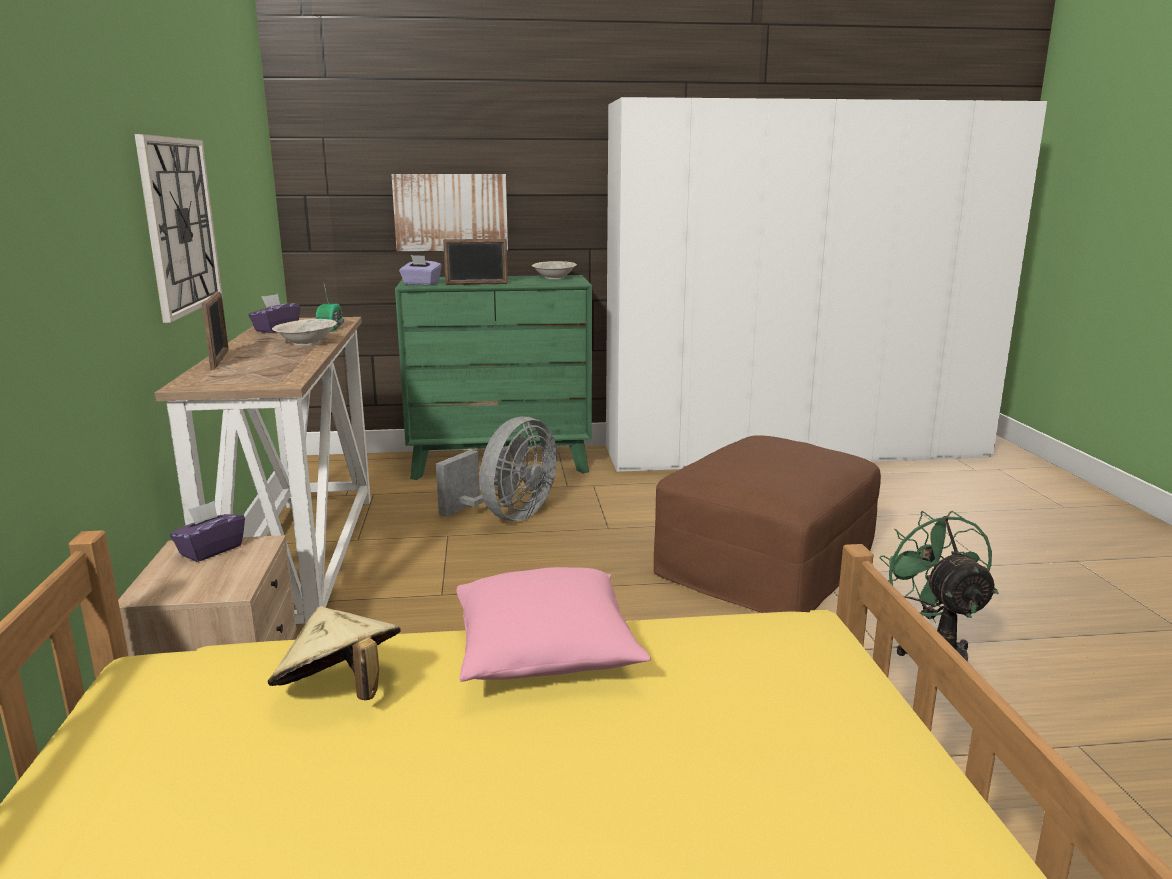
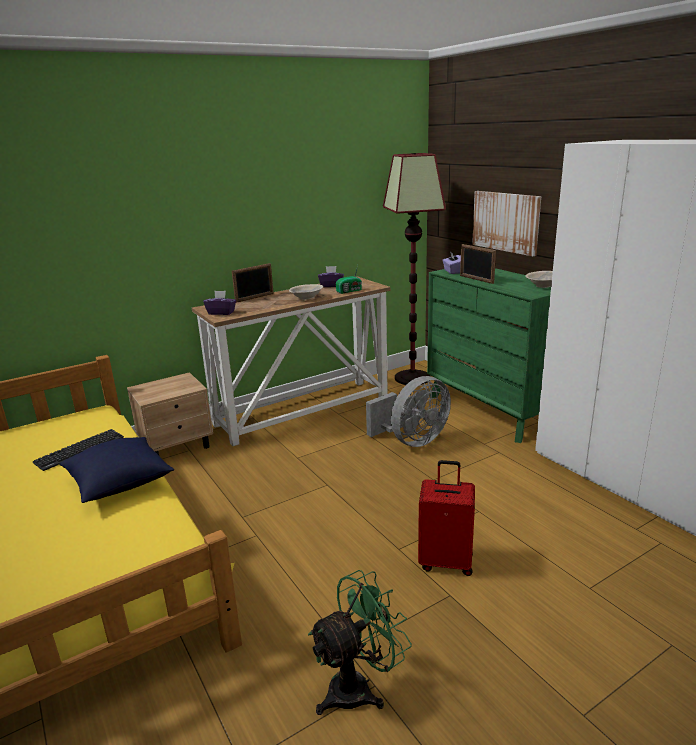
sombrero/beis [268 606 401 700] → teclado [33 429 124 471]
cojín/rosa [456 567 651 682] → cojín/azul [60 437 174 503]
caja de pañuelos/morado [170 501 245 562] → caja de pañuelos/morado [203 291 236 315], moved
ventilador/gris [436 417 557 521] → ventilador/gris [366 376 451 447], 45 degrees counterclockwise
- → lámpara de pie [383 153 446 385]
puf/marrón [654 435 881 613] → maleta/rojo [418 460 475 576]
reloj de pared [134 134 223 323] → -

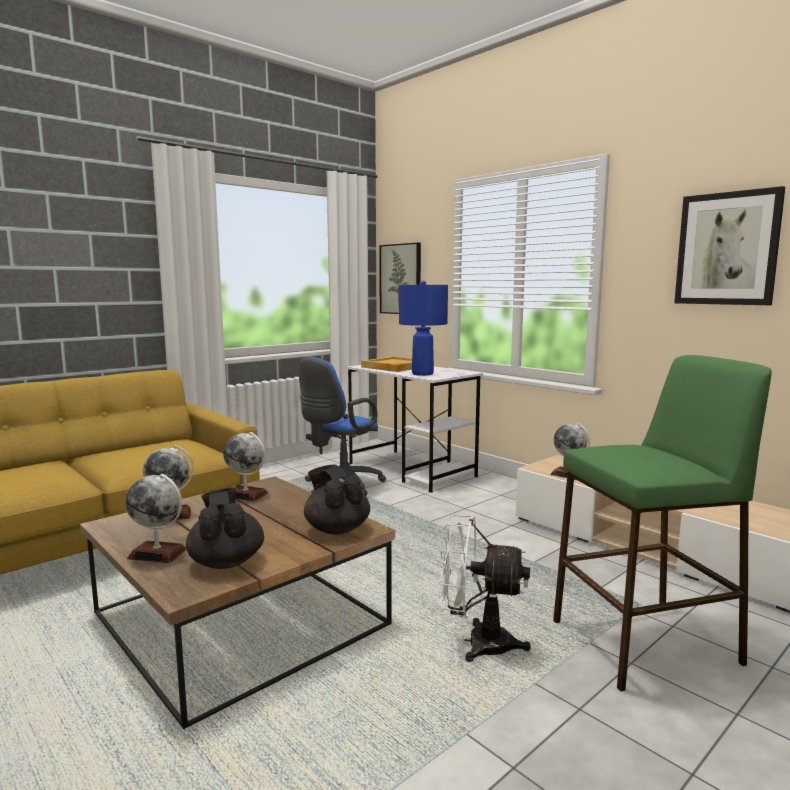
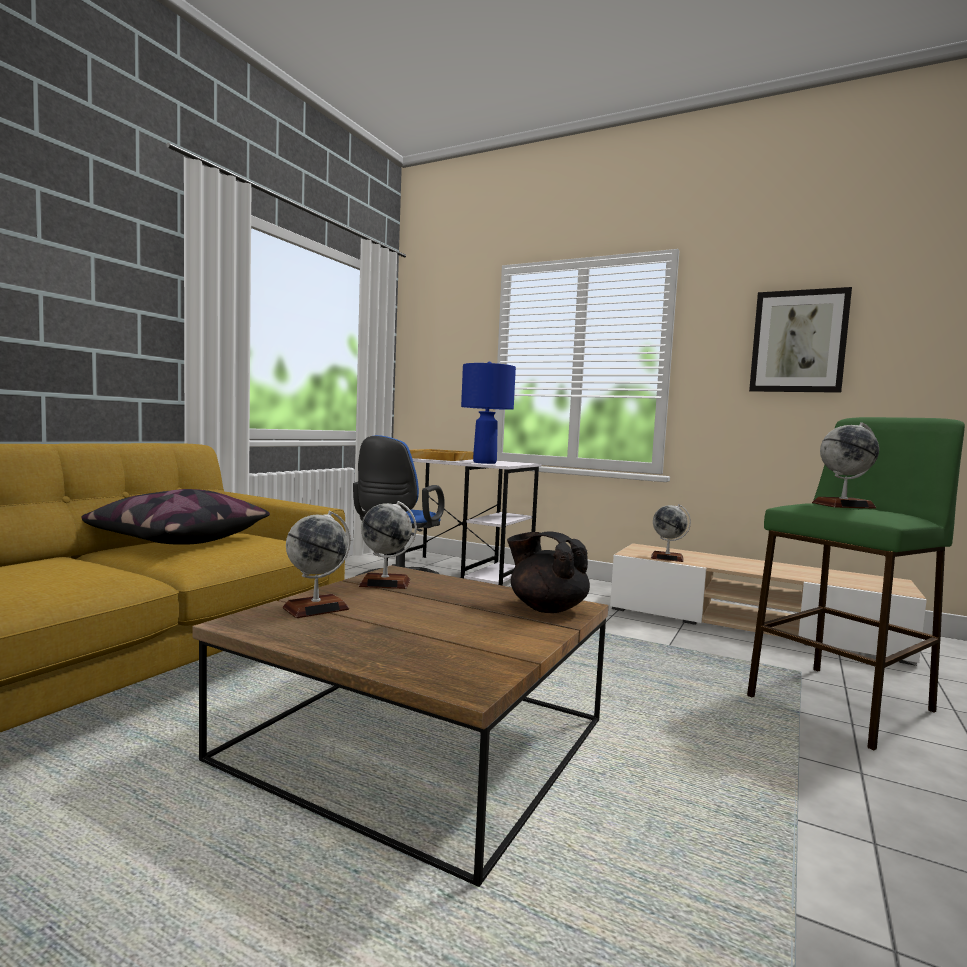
- → cojín [82 489 270 545]
globo terráqueo [125 474 187 563] → globo terráqueo [812 422 879 509], moved
tetera/negro [186 488 264 569] → -
cuadro [379 242 421 314] → -
ventilador/blanco [439 515 531 662] → -

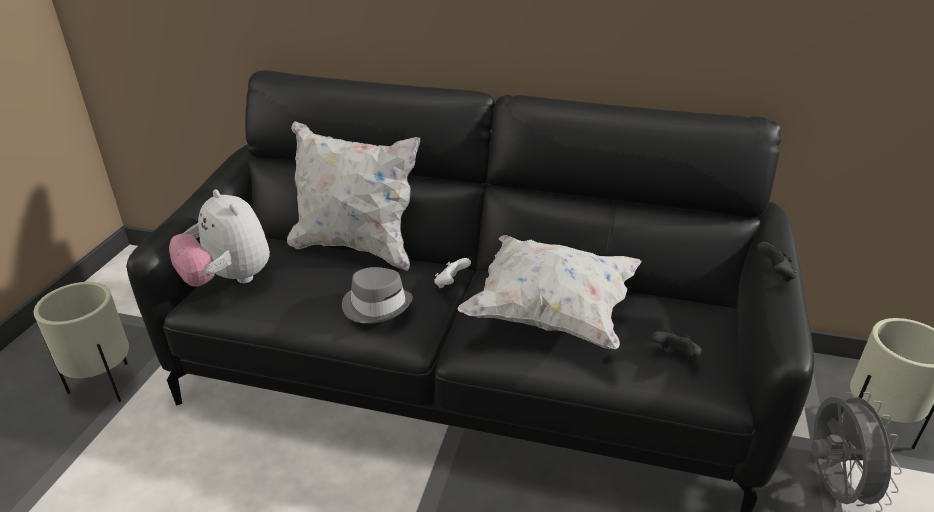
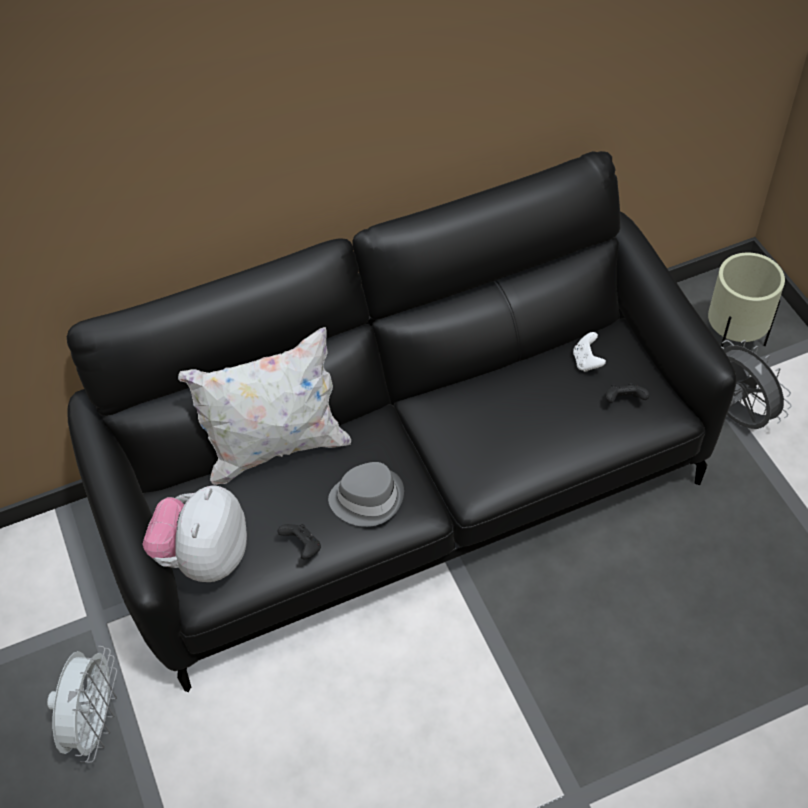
maceta/beis [34 282 129 402] → ventilador/blanco [47 646 117 763]
peluche [169 189 270 287] → peluche [142 486 247 582], 90 degrees clockwise
mando de consola/negro [757 242 796 282] → mando de consola/negro [277 524 321 559], moved
mando de consola/blanco [434 258 471 288] → mando de consola/blanco [573 332 606 372], moved
cojín/blanco [458 235 641 349] → -

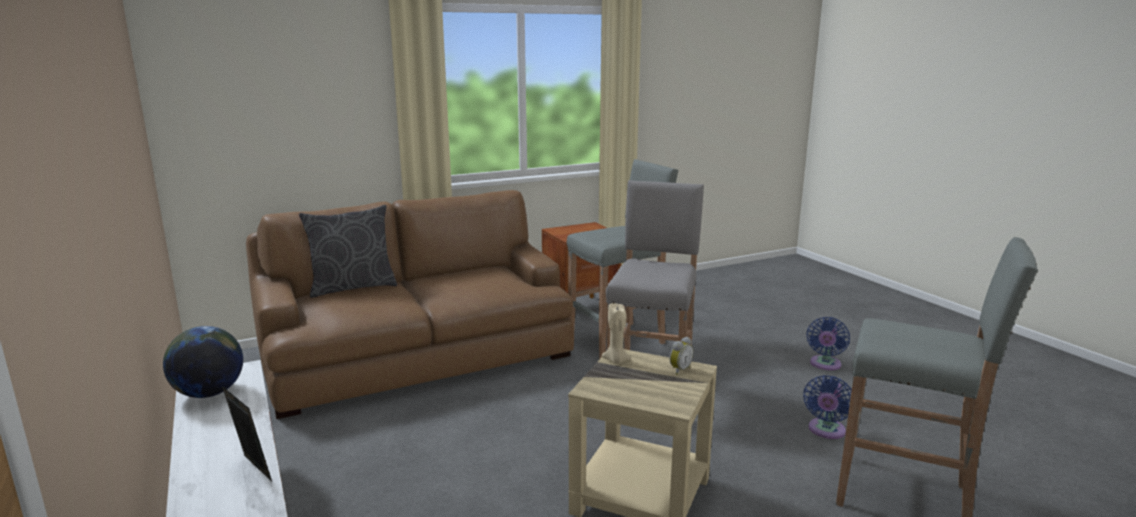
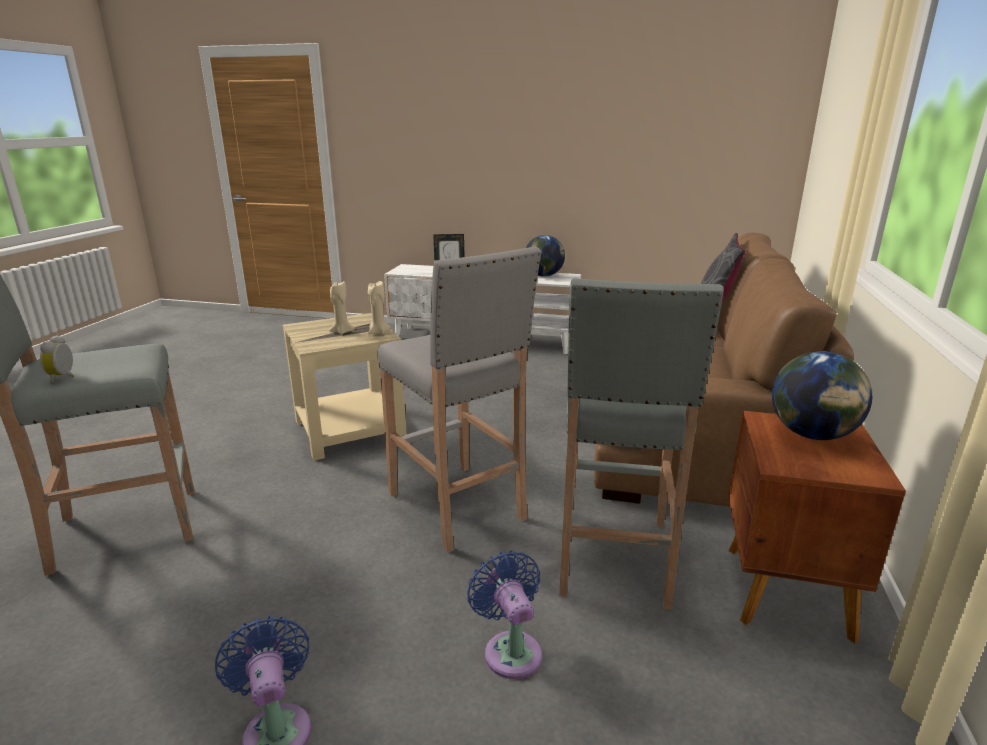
despertador [670 337 694 375] → despertador [40 335 74 383], moved
- → vela/beis [329 281 355 335]
ventilador/azul [803 375 852 439] → ventilador/azul [467 551 542 679], moved
- → globo terráqueo [772 351 872 440]

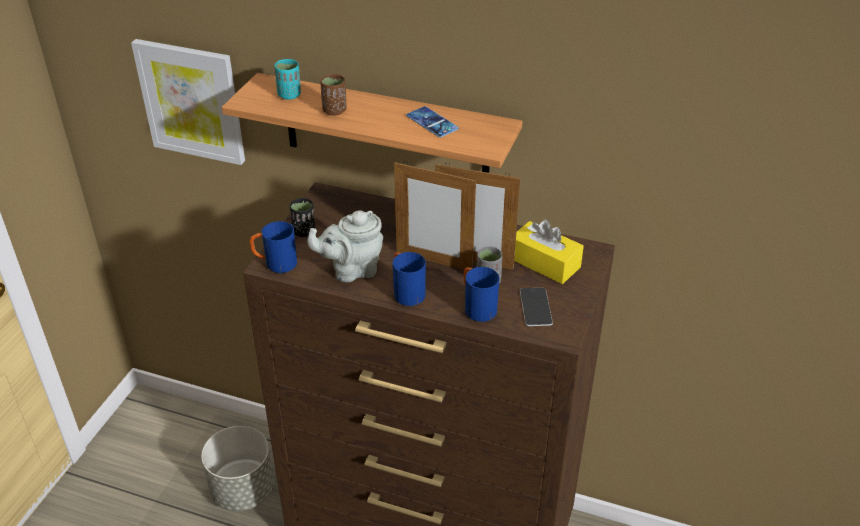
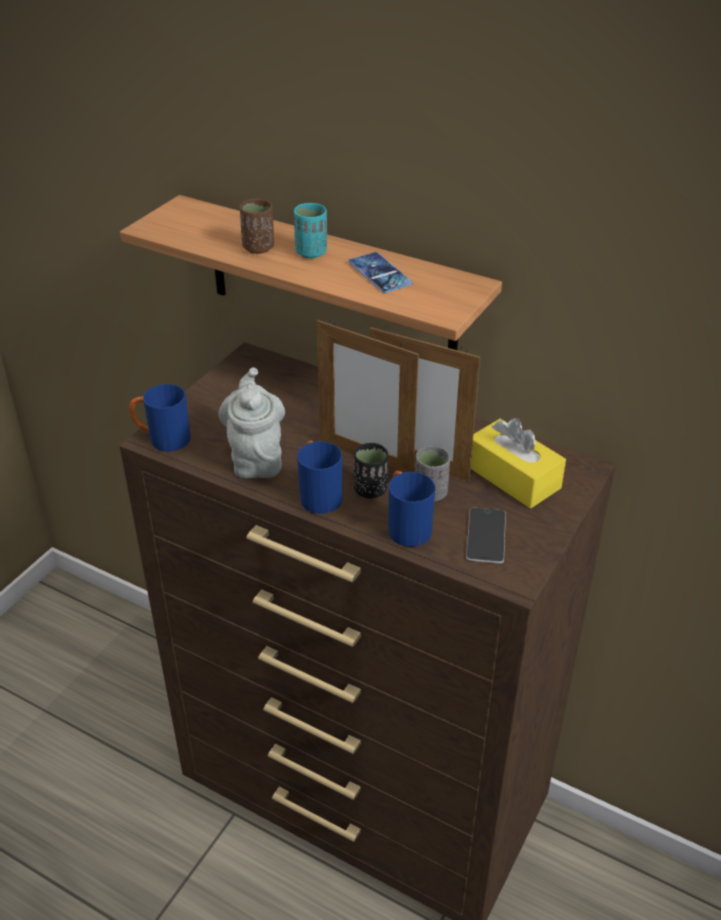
tetera/gris [307 210 383 282] → tetera/gris [218 367 285 478], 90 degrees clockwise
taza/turquesa [274 59 301 100] → taza/turquesa [294 203 327 258], moved
taza/negro [290 198 315 237] → taza/negro [354 443 388 498], moved
cuadro [131 39 245 165] → -
maceta/gris [201 426 274 511] → -

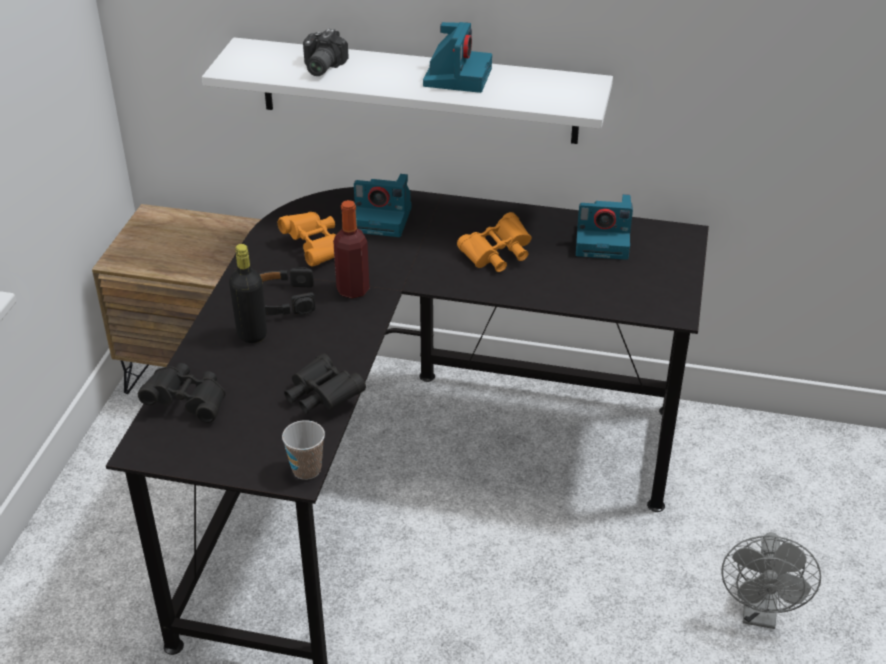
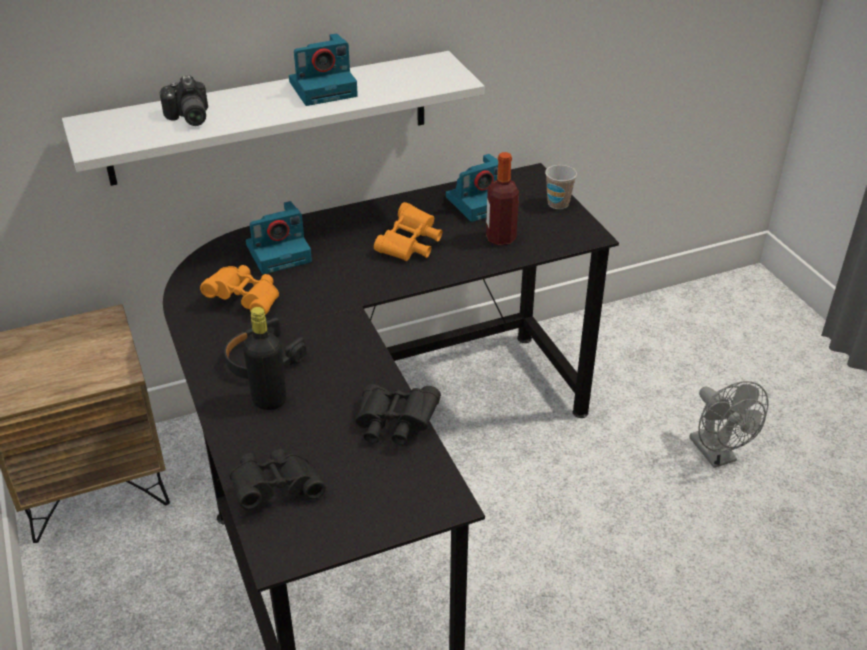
cámara [423 22 492 93] → cámara [289 33 358 106], 90 degrees clockwise
botella [333 200 370 299] → botella [486 152 519 245], moved
taza [282 420 325 480] → taza [545 165 577 209], moved

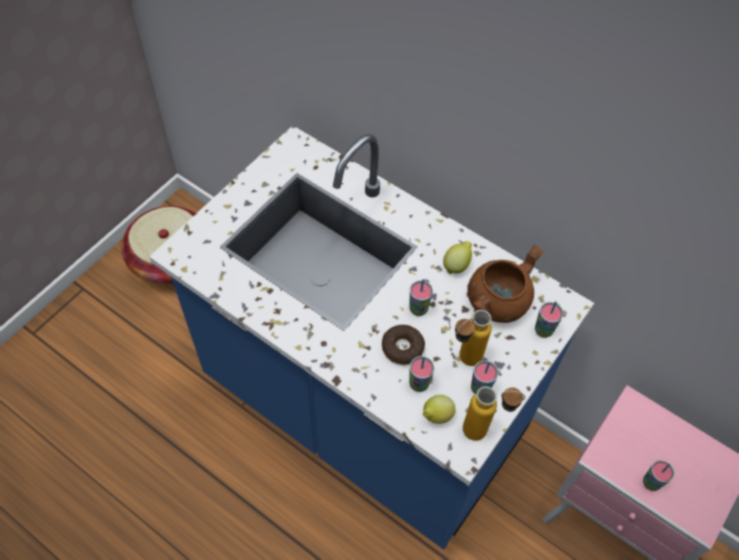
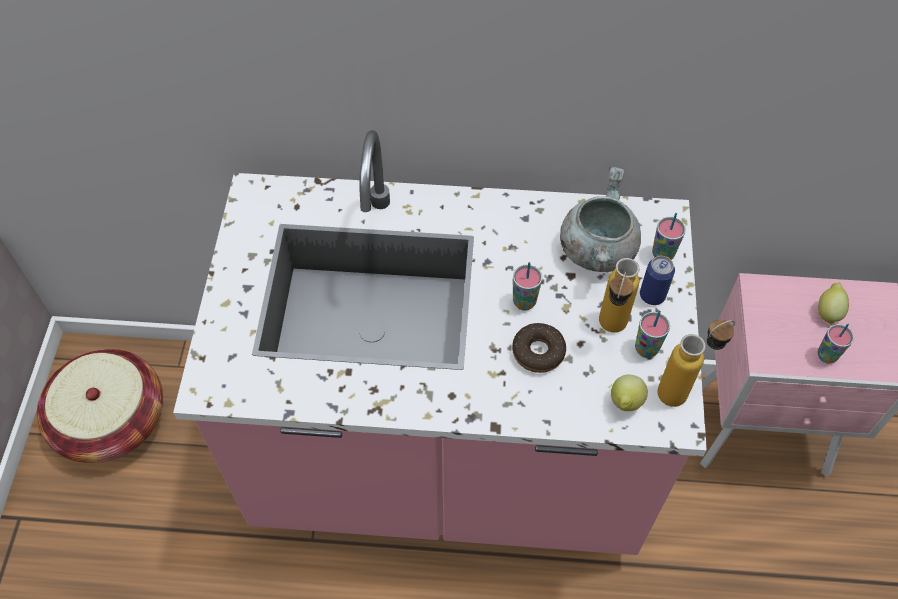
mueble bajo de cocina/azul [149 125 594 550] → mueble bajo de cocina/rosa [173 130 707 555]
olla/marrón [467 245 543 323] → olla/gris [560 166 641 272]
- → lata [640 256 675 305]
limón [443 241 472 275] → limón [818 283 849 325], moved
taza [409 356 435 392] → -

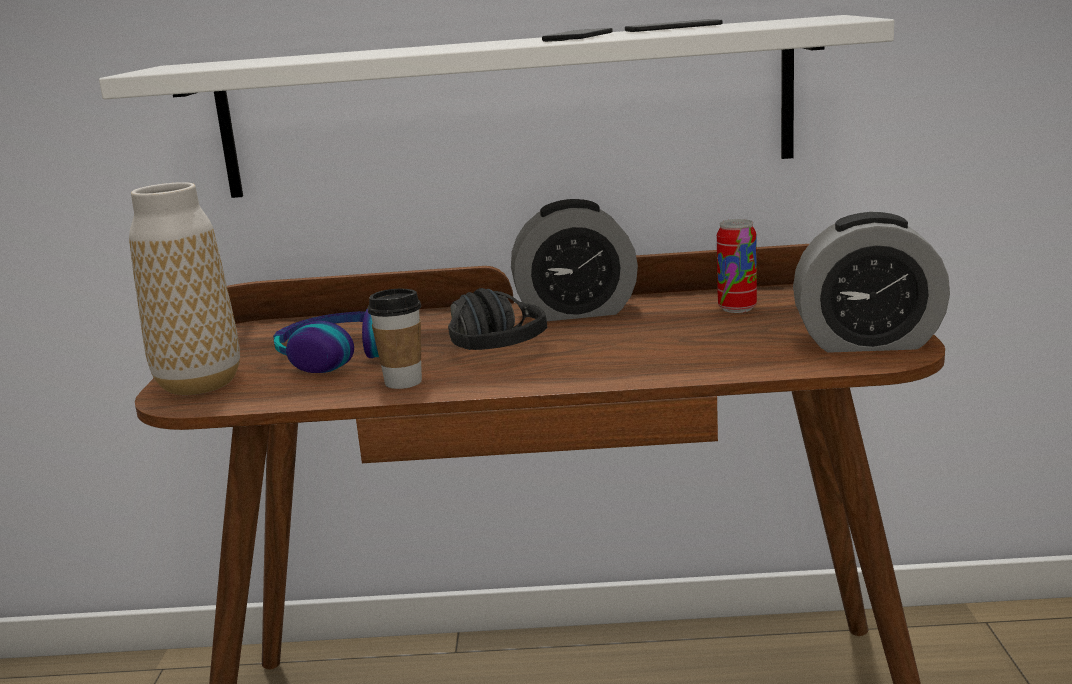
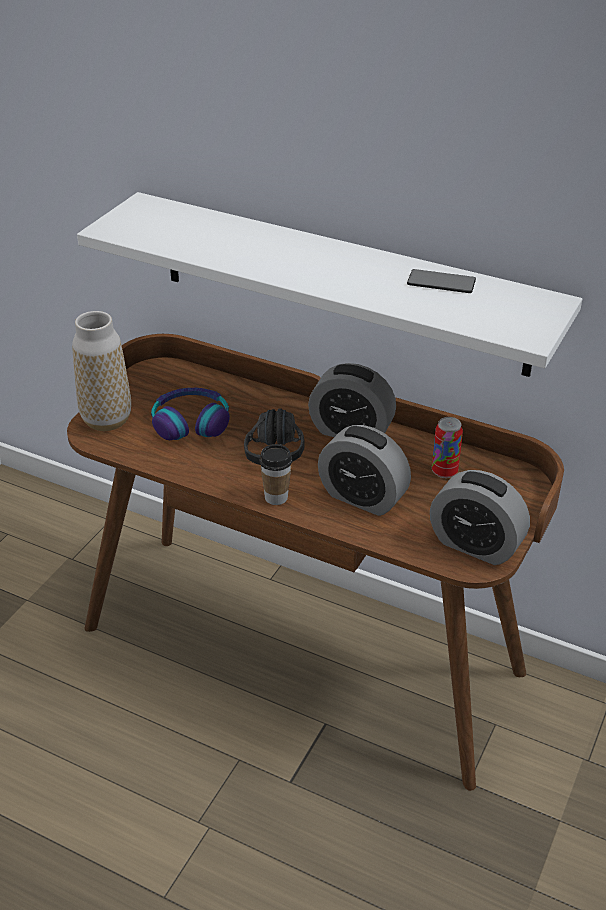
taza [368 289 422 389] → taza [259 444 293 505], moved
- → despertador [318 425 411 516]
móvil [542 28 613 42] → -

